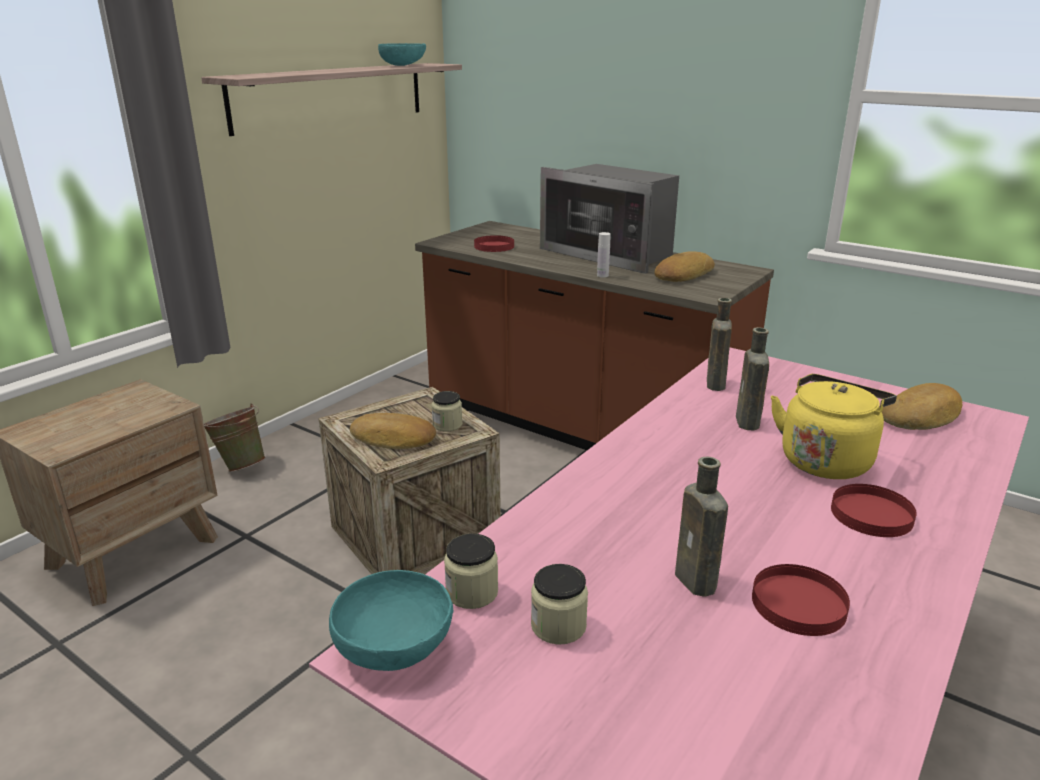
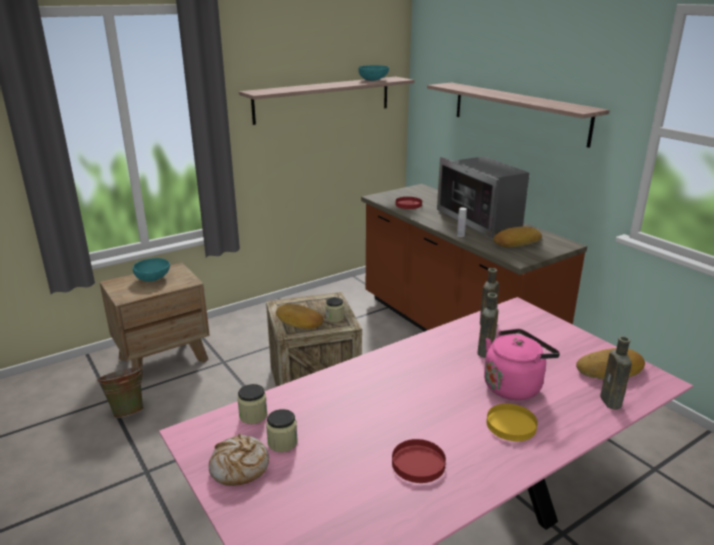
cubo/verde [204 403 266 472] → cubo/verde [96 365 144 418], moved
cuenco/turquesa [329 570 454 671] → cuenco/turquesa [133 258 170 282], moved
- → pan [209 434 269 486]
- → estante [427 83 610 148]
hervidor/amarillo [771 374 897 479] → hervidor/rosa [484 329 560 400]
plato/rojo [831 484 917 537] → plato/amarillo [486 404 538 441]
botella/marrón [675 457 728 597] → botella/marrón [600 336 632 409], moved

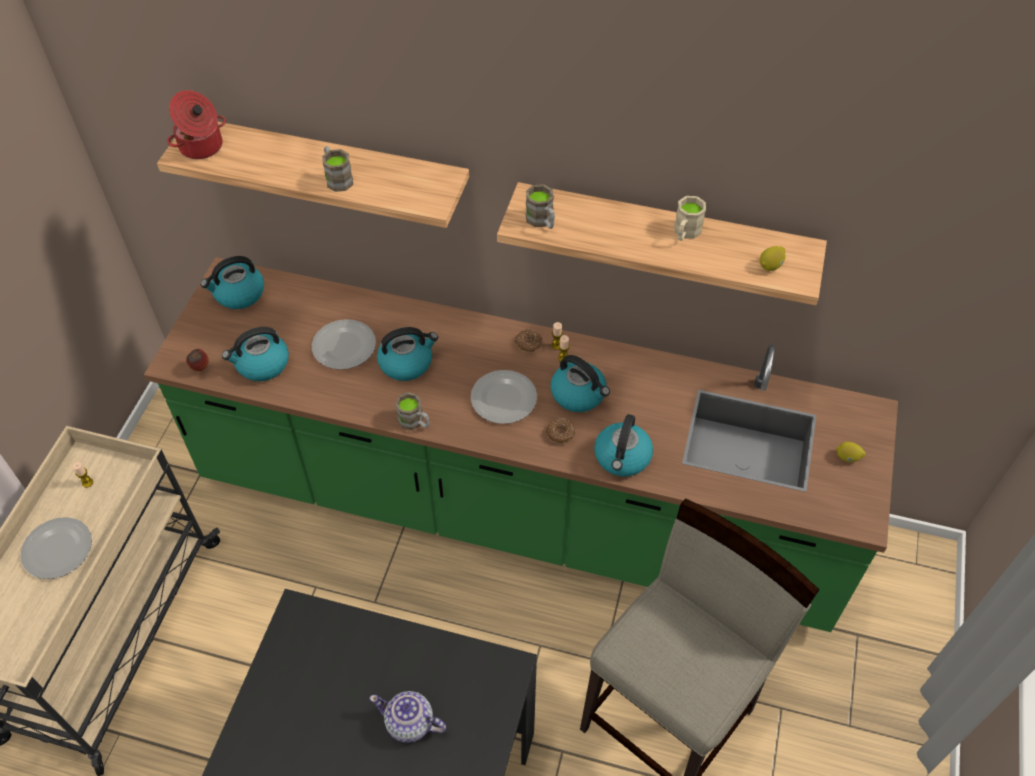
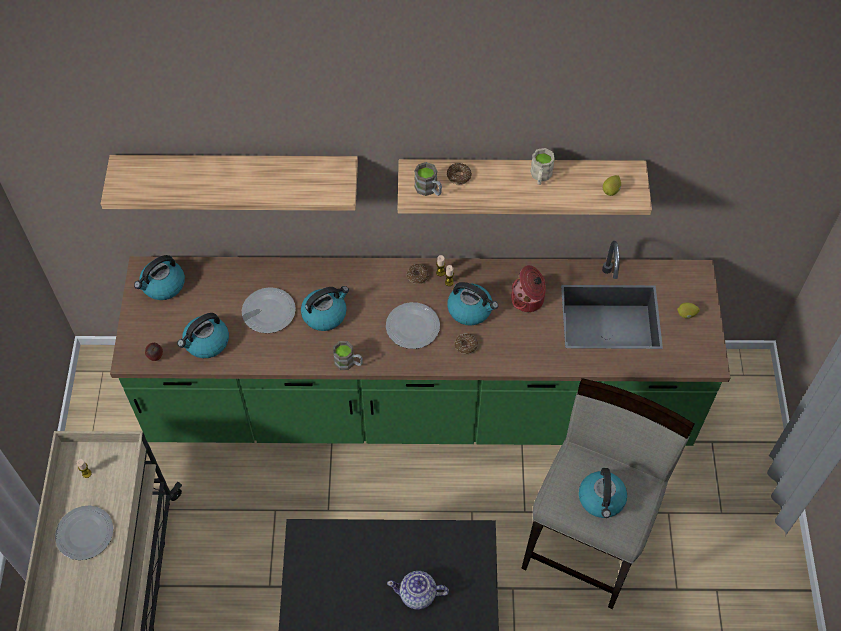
- → rosquilla [447 163 472 185]
olla [167 90 226 159] → olla [511 265 546 312], moved
hervidor [594 414 653 477] → hervidor [579 468 627 518], moved
taza grande/marrón [322 146 353 192] → -

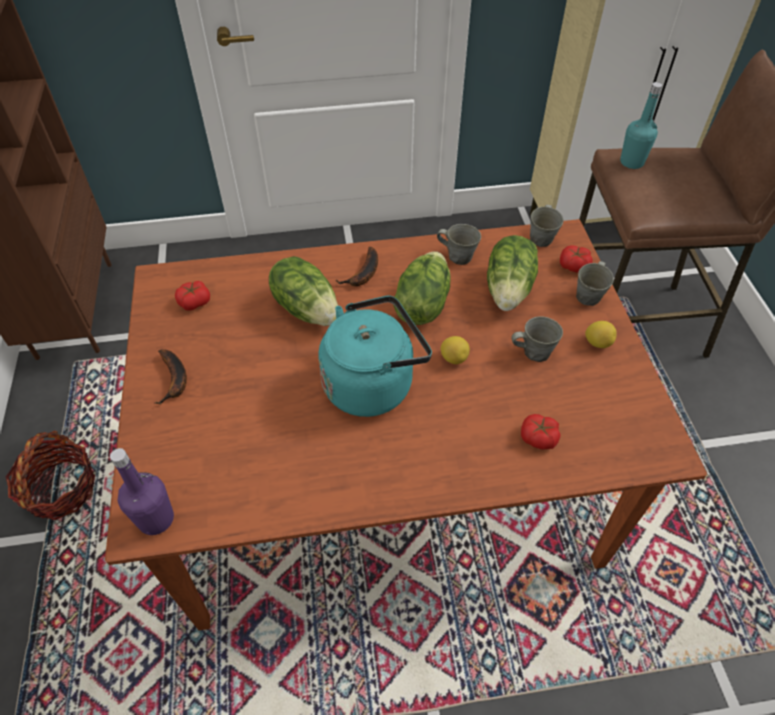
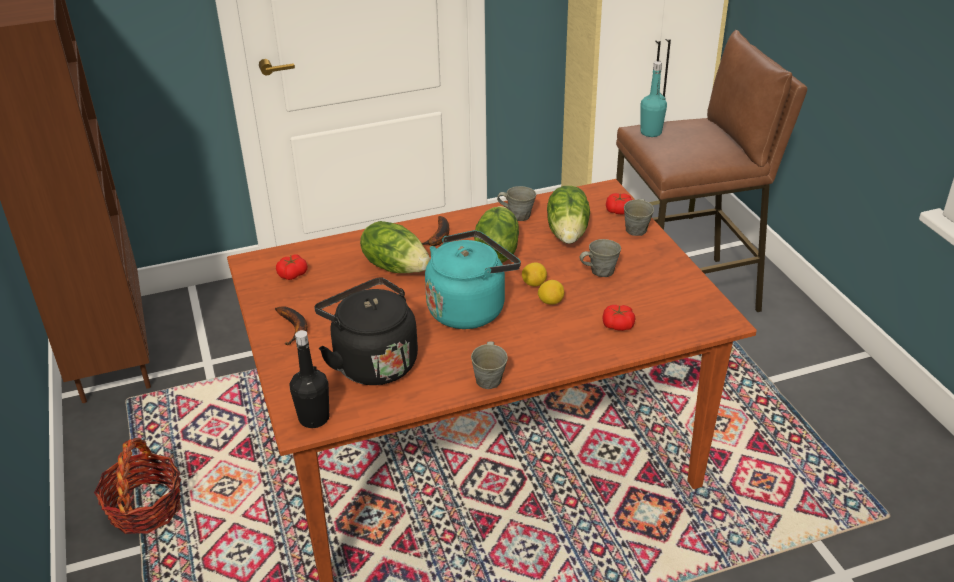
botella/morado [110 448 174 535] → botella/negro [290 330 329 428]
- → hervidor/negro [314 277 418 385]
taza grande/gris [530 205 563 247] → taza grande/gris [471 341 508 389], moved
limón [585 321 617 348] → limón [538 280 564 305], moved

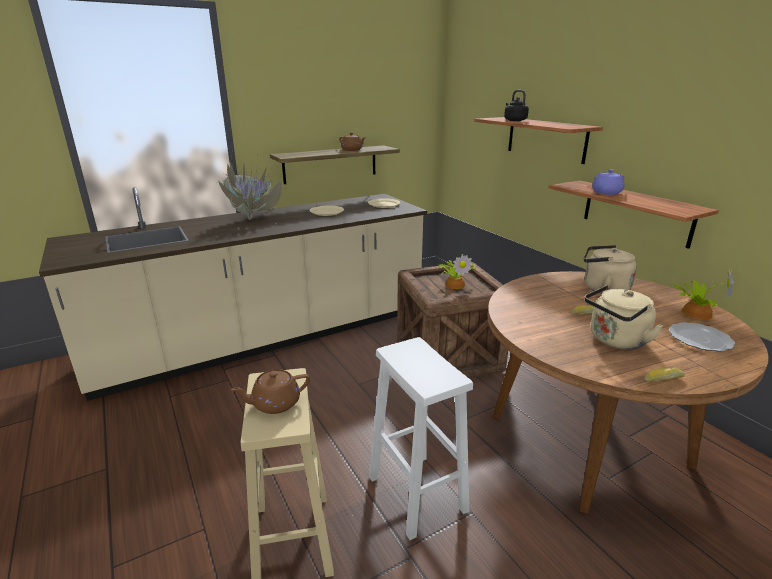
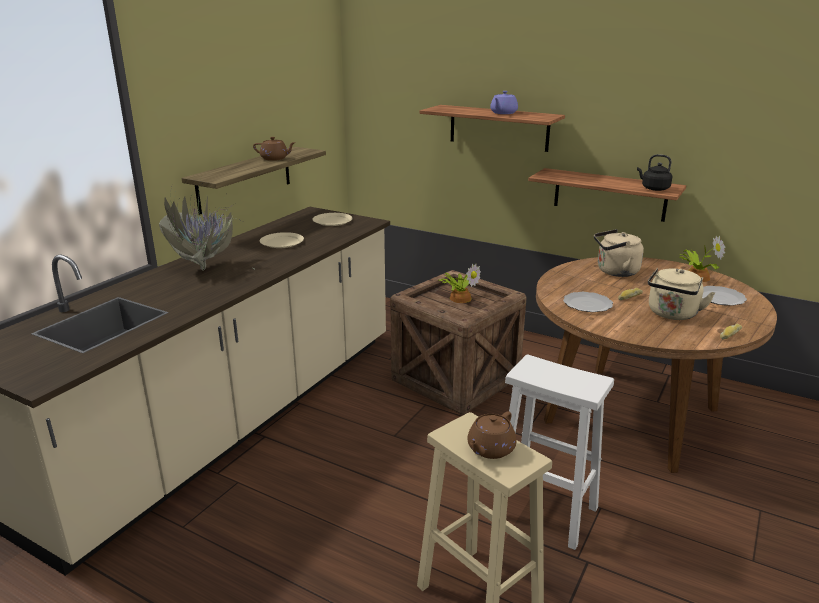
tetera/morado [592 169 624 195] → tetera/morado [490 91 518 114], moved
- → plato [563 292 613 312]
hervidor/negro [504 90 529 121] → hervidor/negro [637 154 672 191], moved

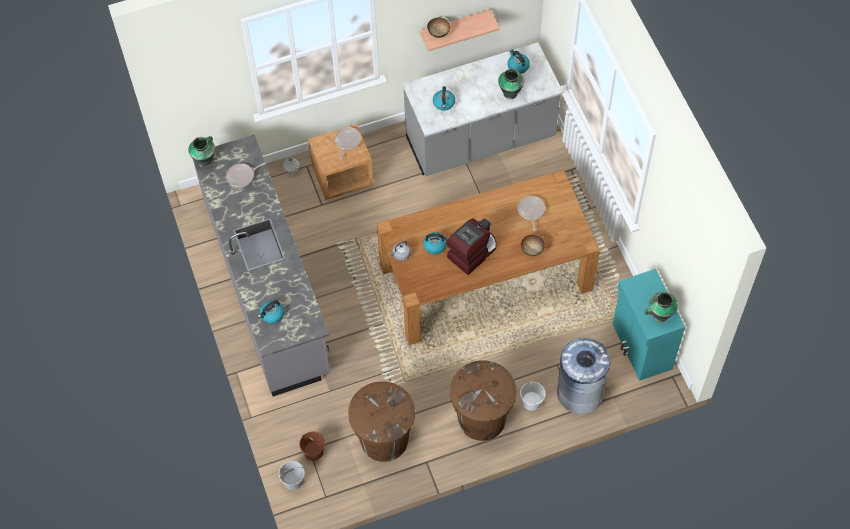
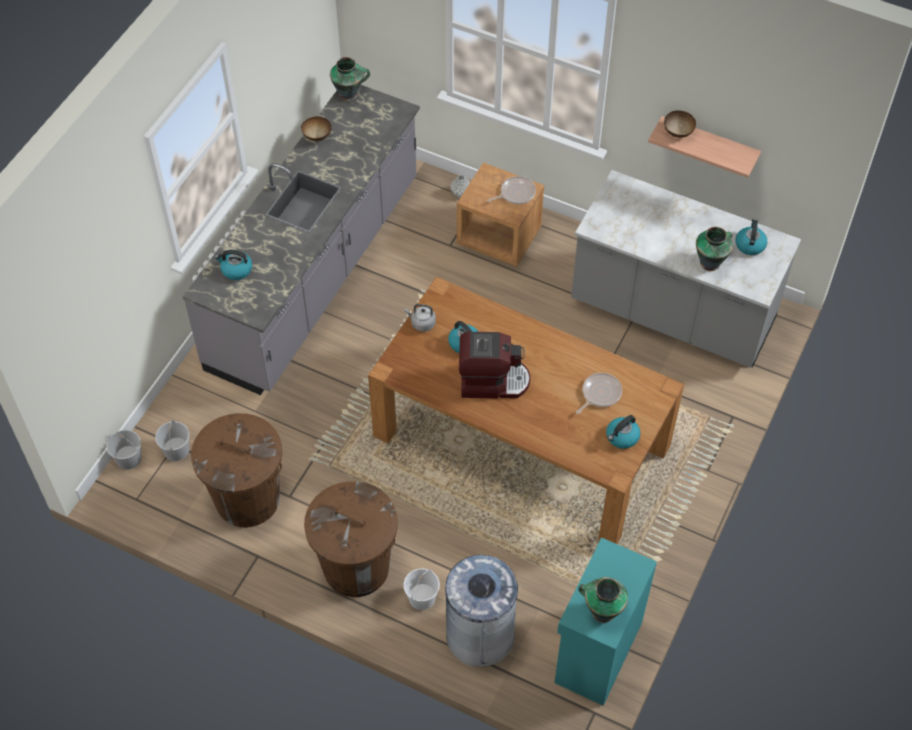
cubo/marrón [299 432 325 461] → cubo/blanco [155 420 189 461]
cuenco [521 235 545 256] → cuenco [301 116 332 142], moved
hervidor [433 87 455 111] → hervidor [606 415 640 449], moved
sartén [226 163 265 187] → -

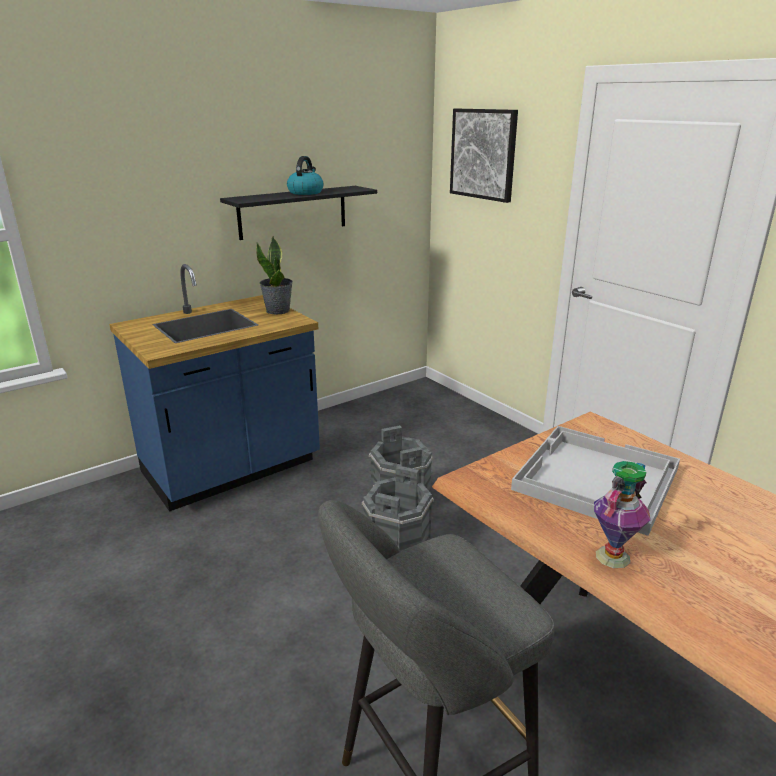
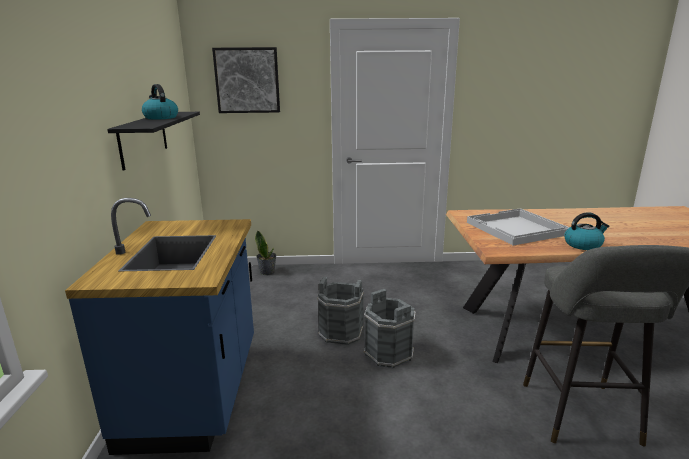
planta en maceta [256 236 293 315] → planta en maceta [255 230 277 275], moved
florero [594 461 651 568] → hervidor [564 212 609 250]

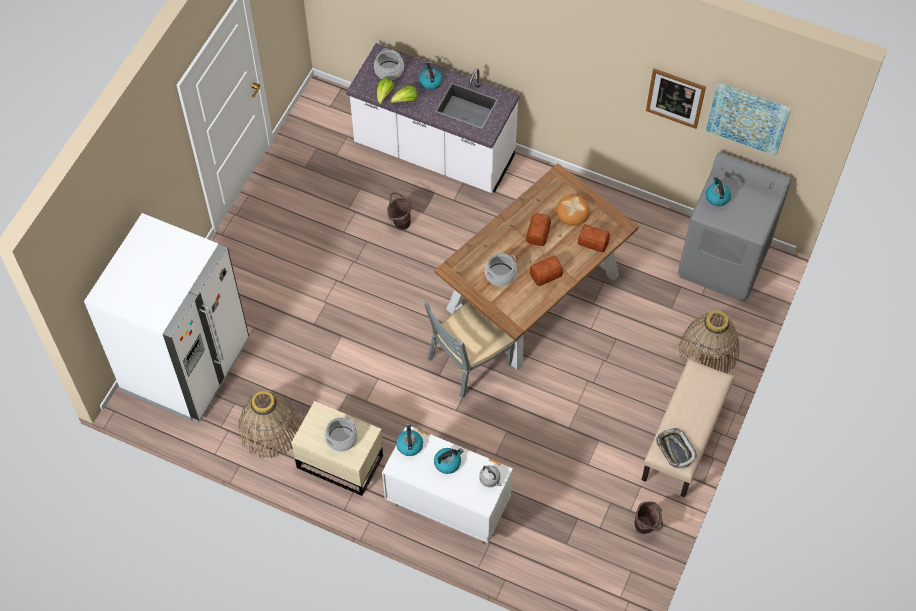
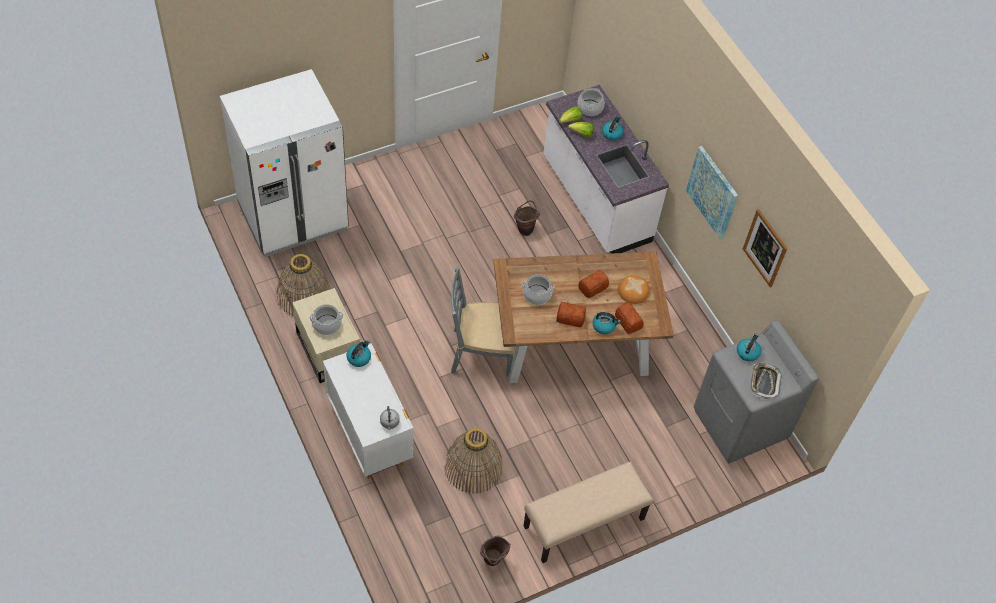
cesta [678 310 739 373] → cesta [445 428 503 494], moved
hervidor [434 448 463 474] → hervidor [593 312 621 334], moved
cuadro [706 82 791 156] → cuadro [686 146 738 239], moved
bandeja [655 428 697 469] → bandeja [750 362 781 399], moved

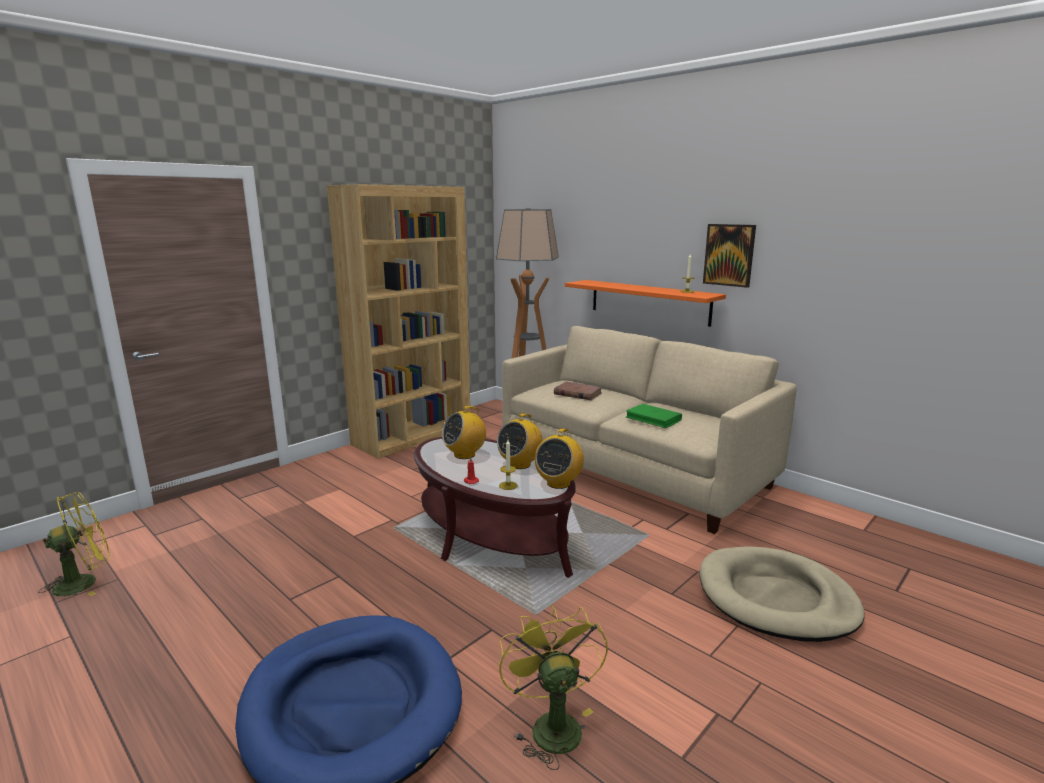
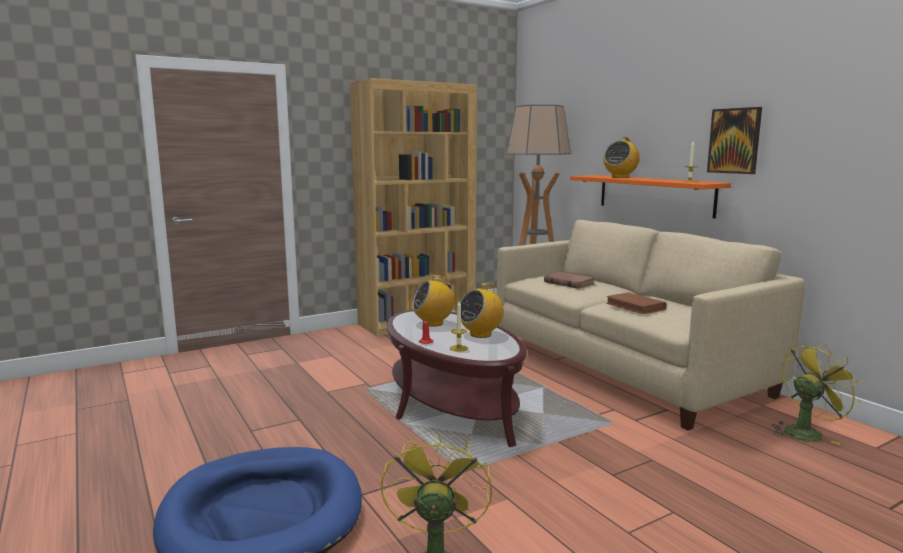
radio [535 429 584 489] → radio [603 137 640 178], moved
libro/verde [626 404 682 428] → libro/marrón [606 292 667 314]
ventilador/amarillo [38 492 110 596] → ventilador/amarillo [771 344 862 445], moved
cama para perro/beis [700 546 864 642] → -

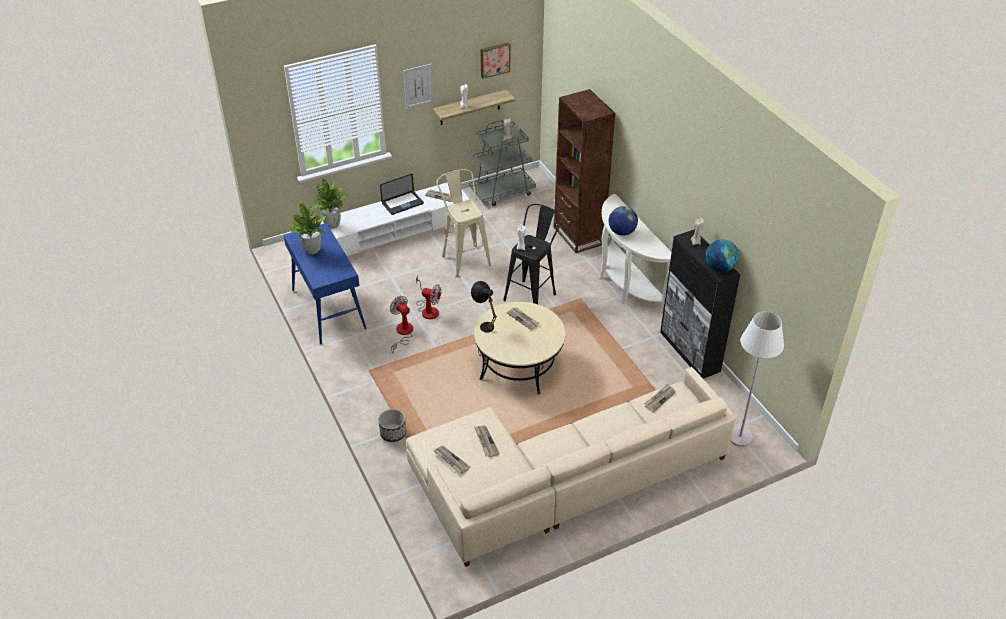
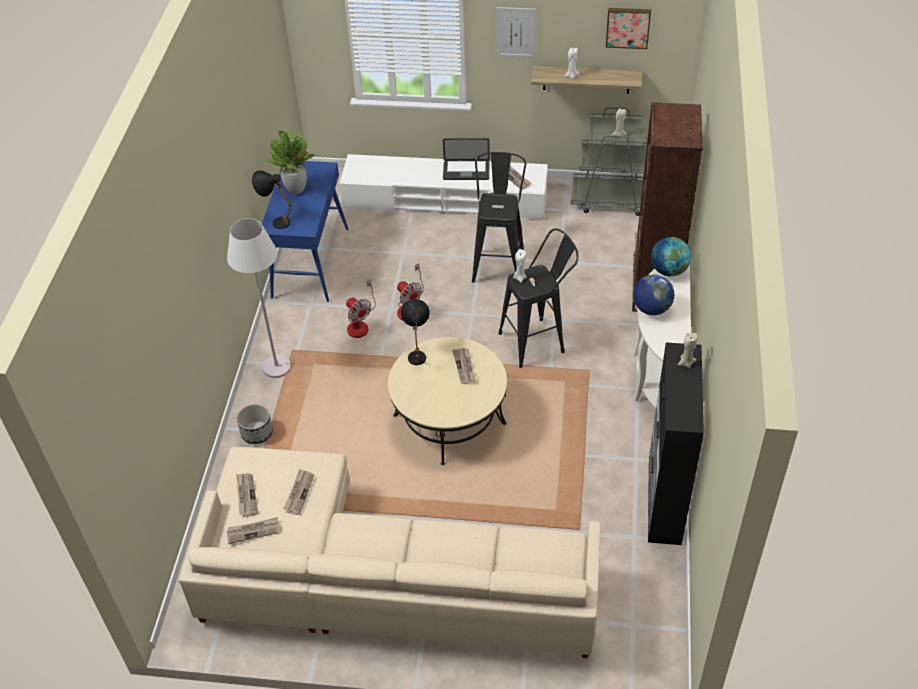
periódico [644 384 676 412] → periódico [226 517 278 544], moved
lámpara de pie/blanco [730 312 784 447] → lámpara de pie/blanco [227 219 291 378], moved
- → lámpara de mesa/negro [252 170 293 229]
ventilador [390 296 413 353] → ventilador [346 279 376 338], 150 degrees clockwise
taburete/beis [436 169 491 277] → taburete/negro [472 152 526 283]
globo terráqueo [705 239 739 272] → globo terráqueo [651 237 691 277], moved
planta en maceta [313 179 348 229] → -

